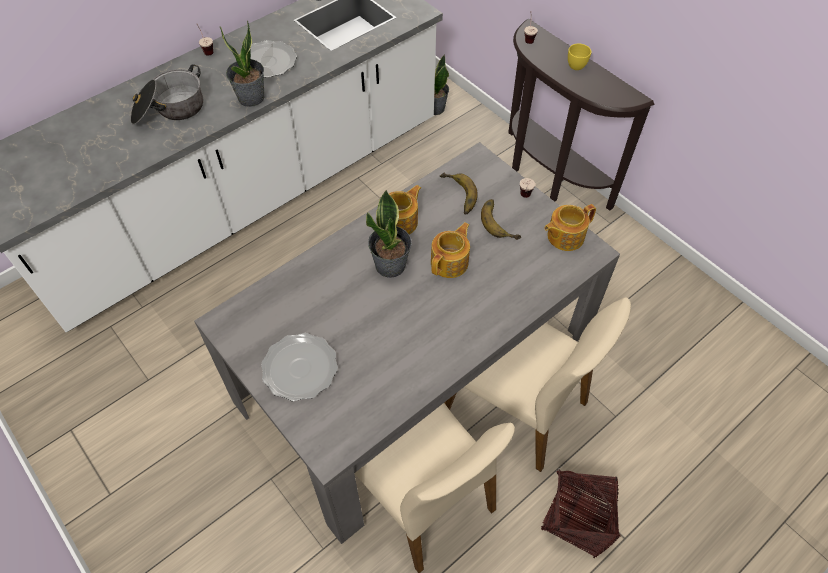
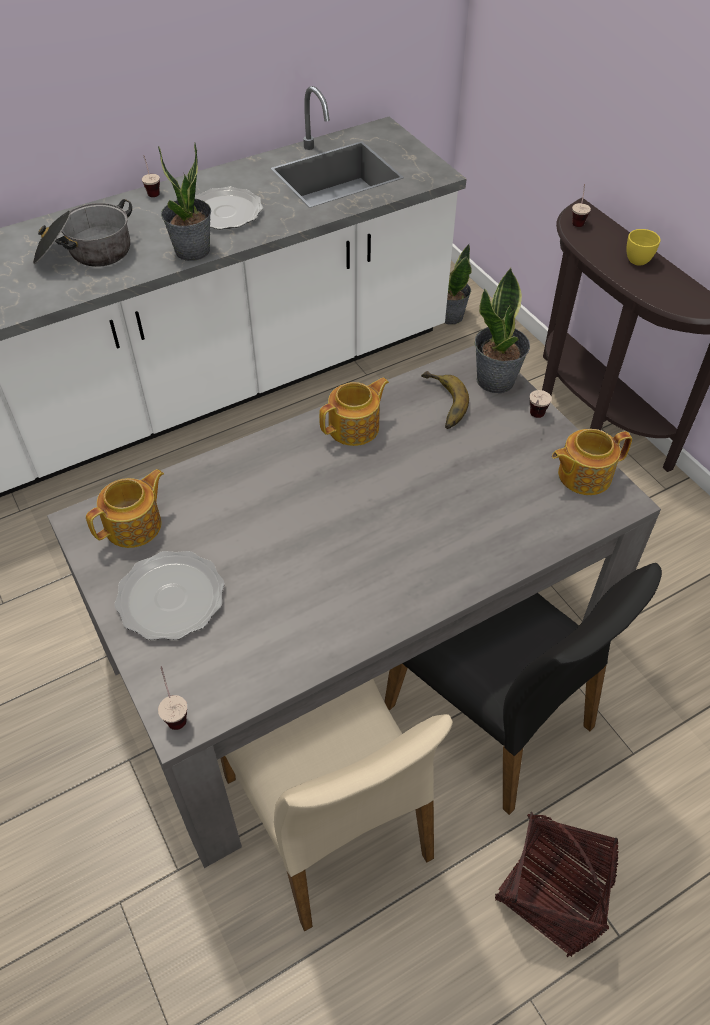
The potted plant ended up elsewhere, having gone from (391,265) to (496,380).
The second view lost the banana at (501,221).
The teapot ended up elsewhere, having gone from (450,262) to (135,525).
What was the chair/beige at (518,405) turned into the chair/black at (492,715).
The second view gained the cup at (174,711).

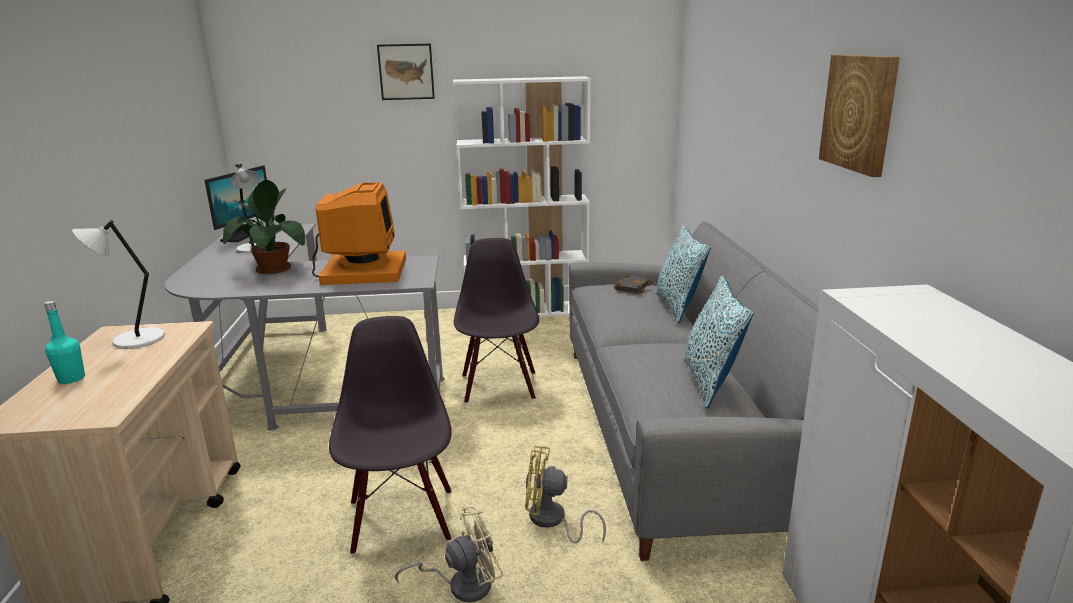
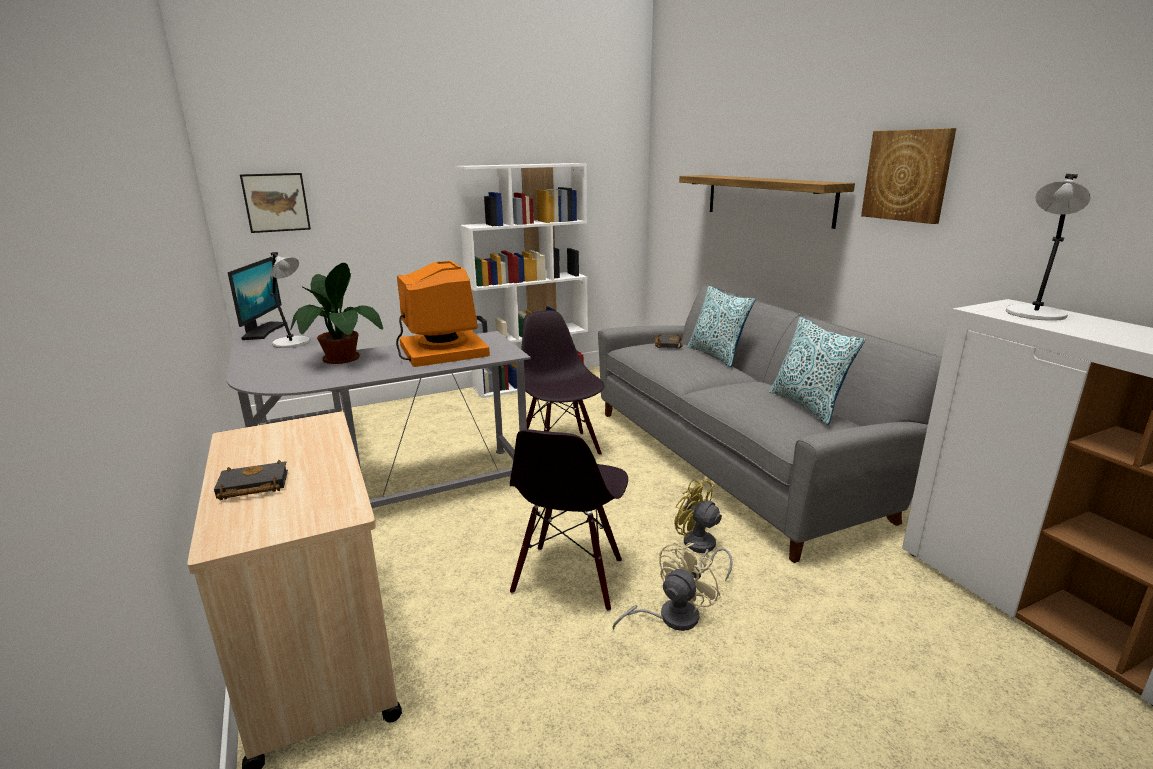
The picture ended up elsewhere, having gone from (406,72) to (276,202).
The table lamp/white ended up elsewhere, having gone from (135,340) to (1035,315).
Where the bottle/turquoise stood at (71,379), the book/black came to stand at (251,487).
The chair/black at (401,520) ended up facing another way, 135 degrees counterclockwise from before.
The fan/yellow at (552,521) ended up facing another way, 60 degrees clockwise from before.
The second view gained the shelf at (767,198).

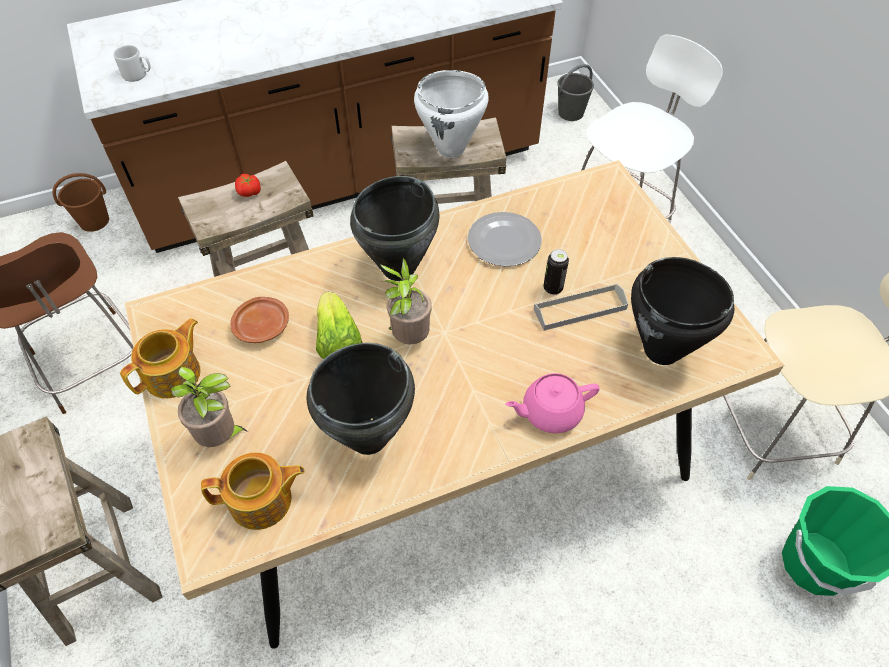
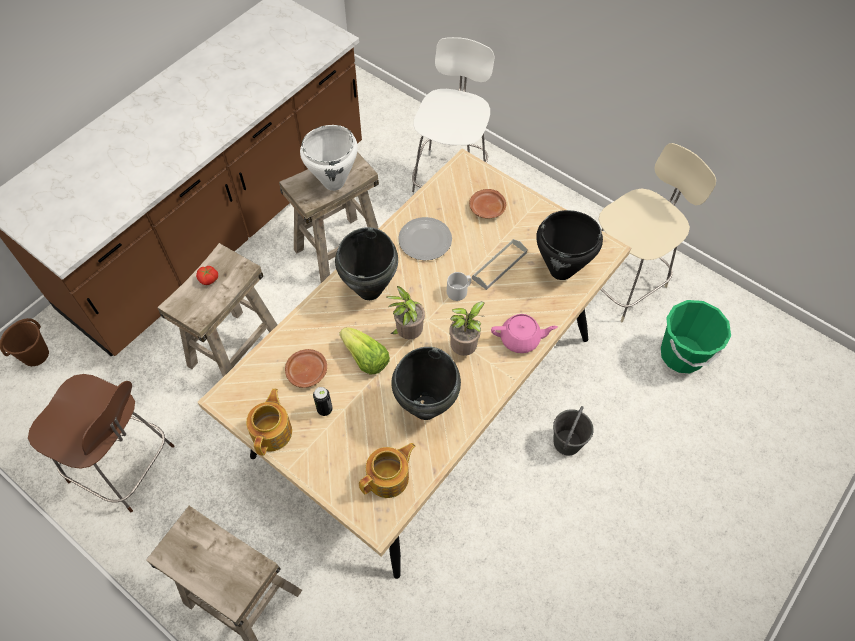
The mug/grey ended up elsewhere, having gone from (138,75) to (459,291).
The bucket/grey ended up elsewhere, having gone from (570,113) to (567,443).
The can ended up elsewhere, having gone from (553,288) to (324,409).
The potted plant ended up elsewhere, having gone from (221,437) to (465,348).
The teapot/pink at (550,412) ended up facing another way, 135 degrees counterclockwise from before.
The second view gained the plate/brown at (487,209).

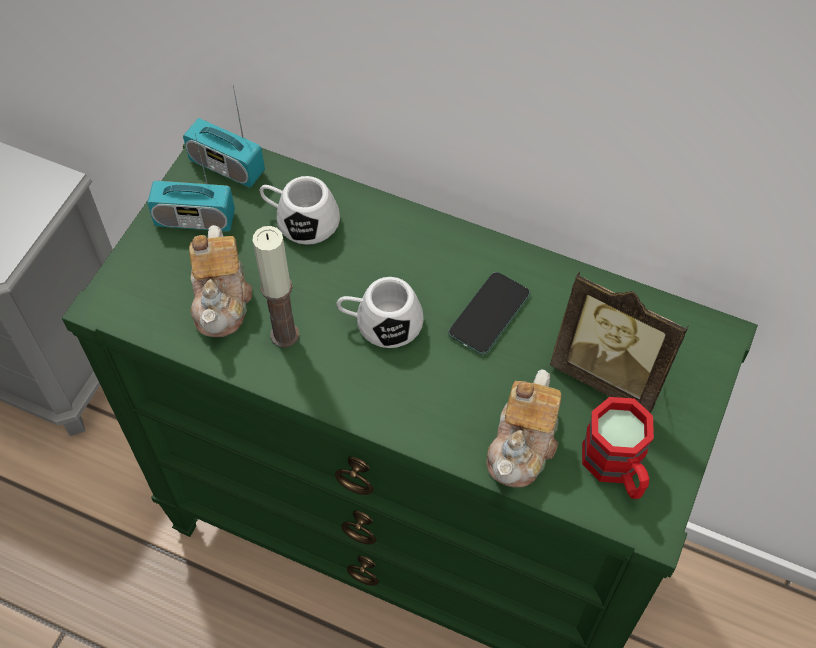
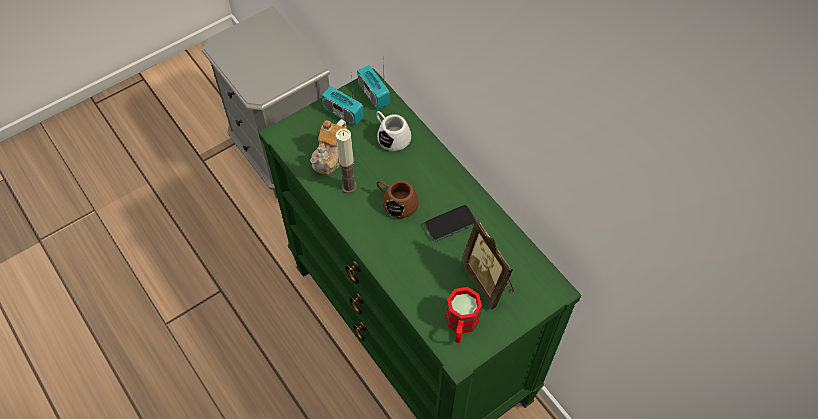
What was the mug/white at (380,322) turned into the mug/brown at (396,202).
The second view lost the teapot at (523,446).

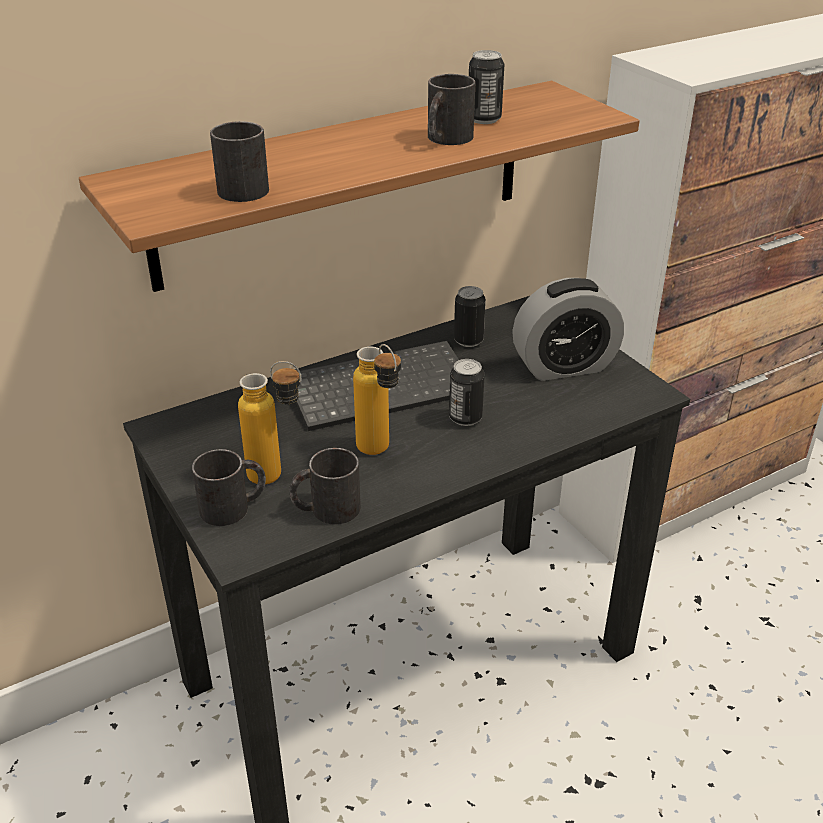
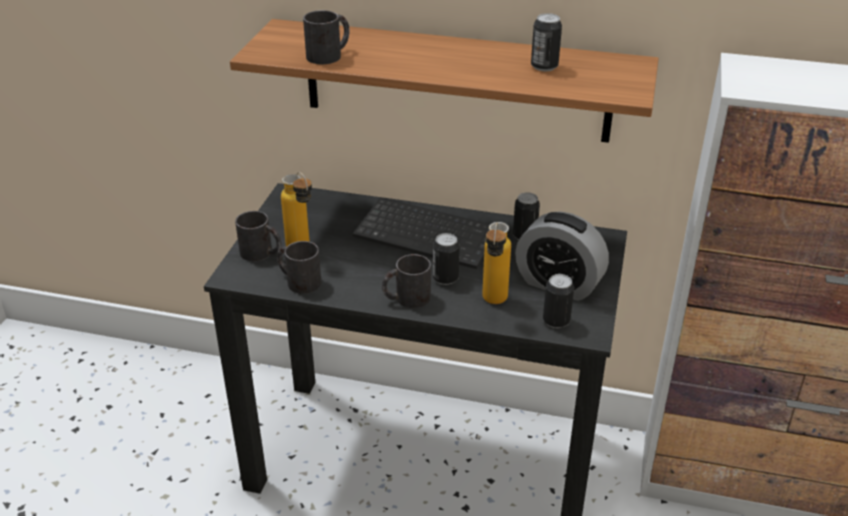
The mug/black ended up elsewhere, having gone from (445,140) to (406,298).
The bottle ended up elsewhere, having gone from (380,453) to (493,304).
The second view gained the can at (556,321).

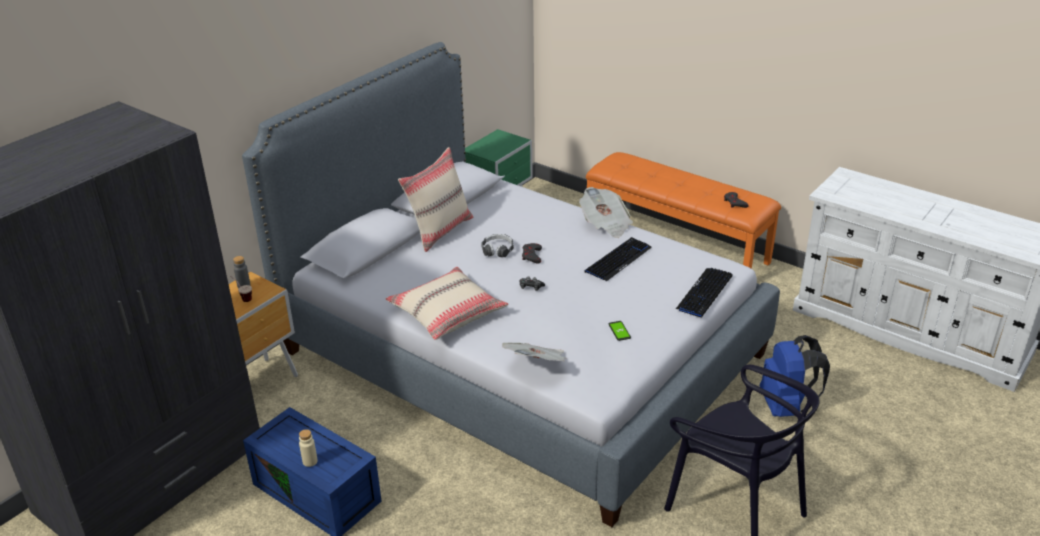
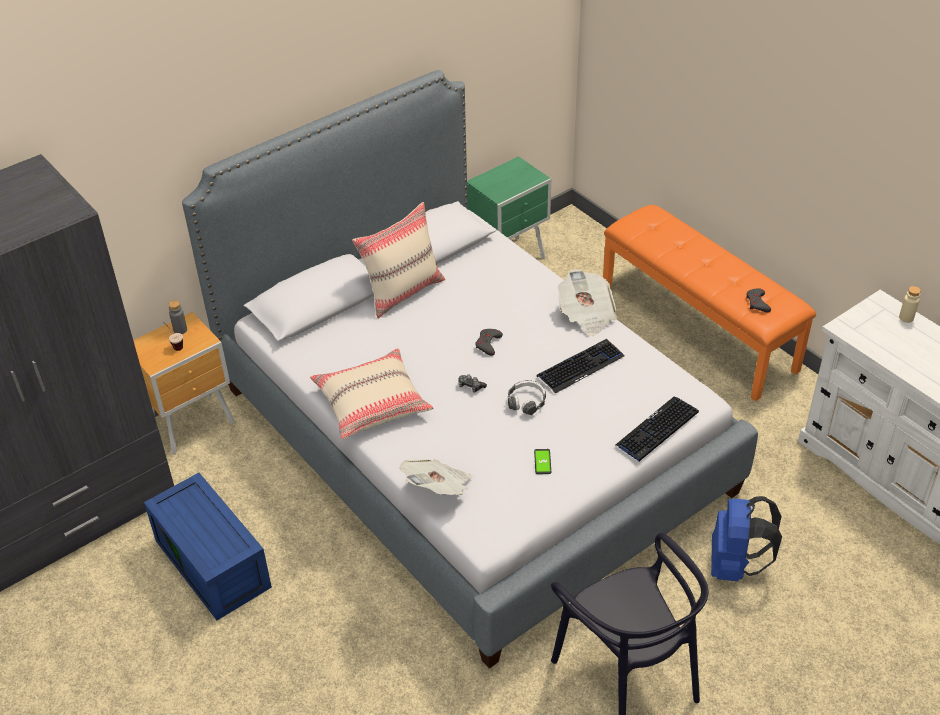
The headphones ended up elsewhere, having gone from (497,250) to (526,401).
The bottle/beige ended up elsewhere, having gone from (310,461) to (906,318).

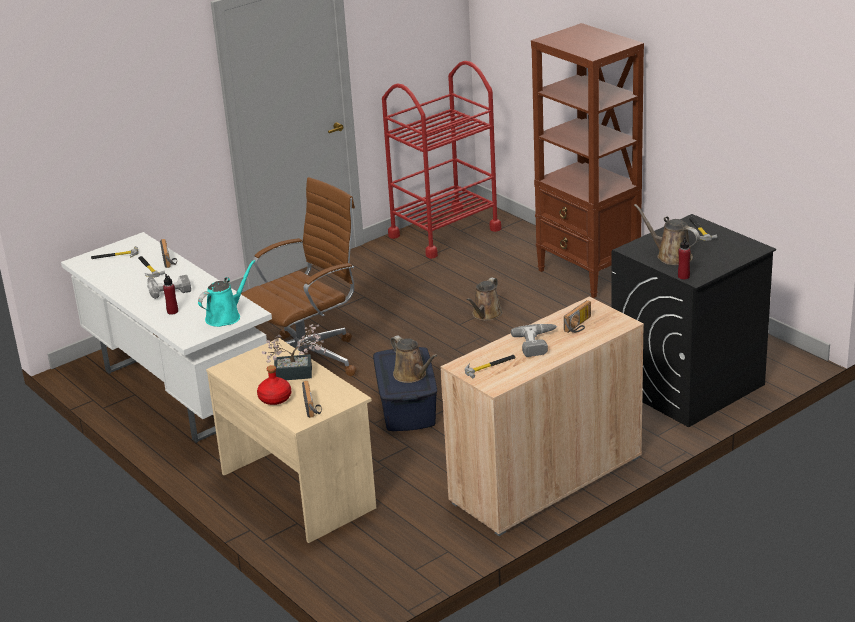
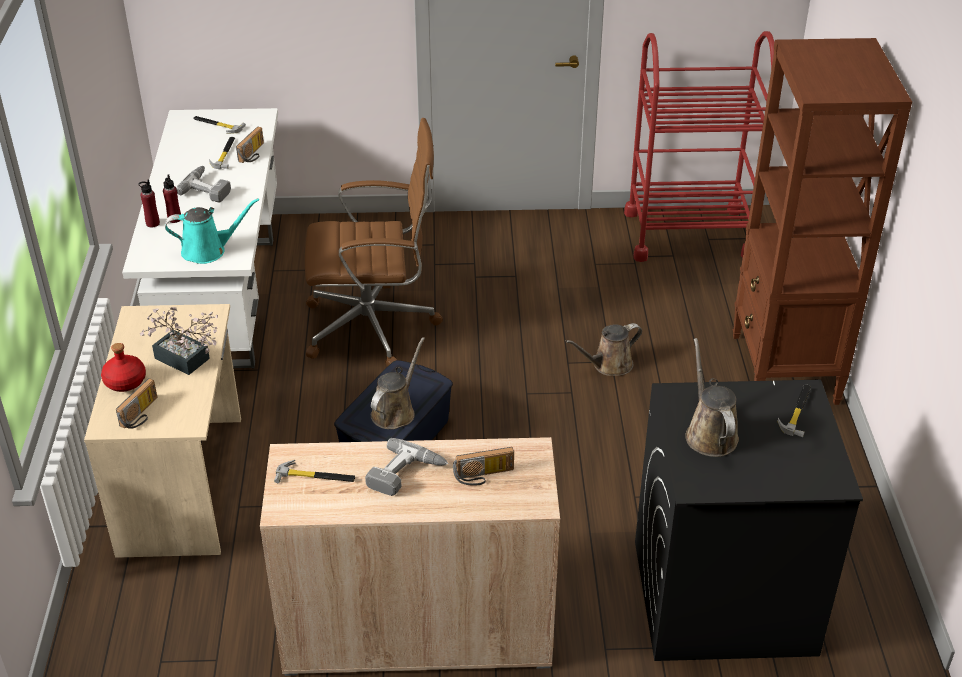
The bottle/red ended up elsewhere, having gone from (683,276) to (152,223).
The watering can/brown at (412,375) ended up facing another way, 150 degrees counterclockwise from before.

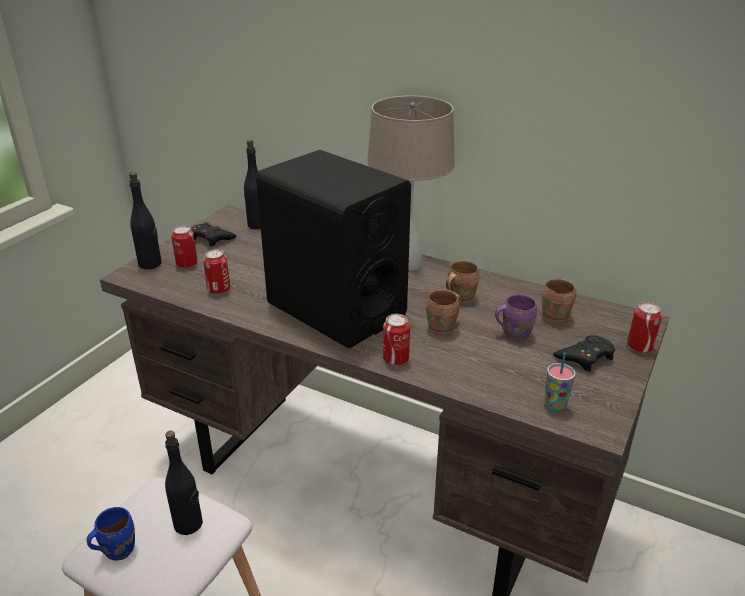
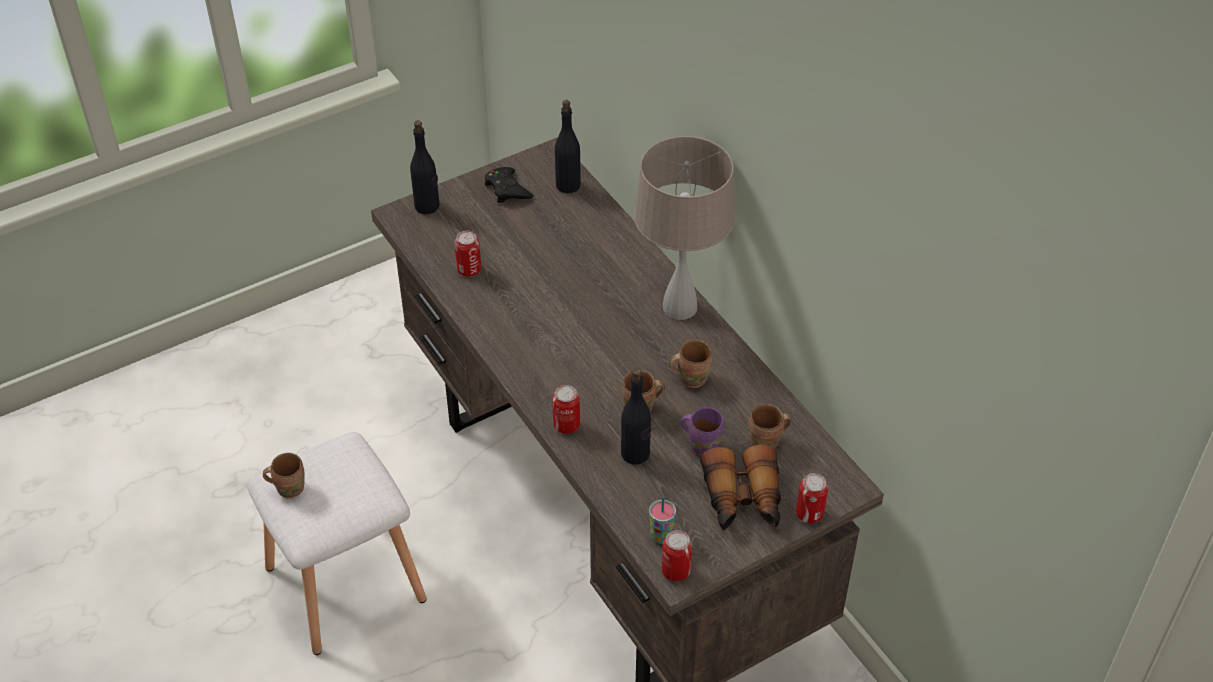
The second view lost the speaker/black at (335,309).
The can ended up elsewhere, having gone from (187,264) to (675,571).
Where the game controller/black stood at (585,357), the binoculars came to stand at (743,501).
The bottle/black ended up elsewhere, having gone from (188,524) to (635,454).
What was the mug/blue at (117,549) turned into the mug/brown at (289,487).

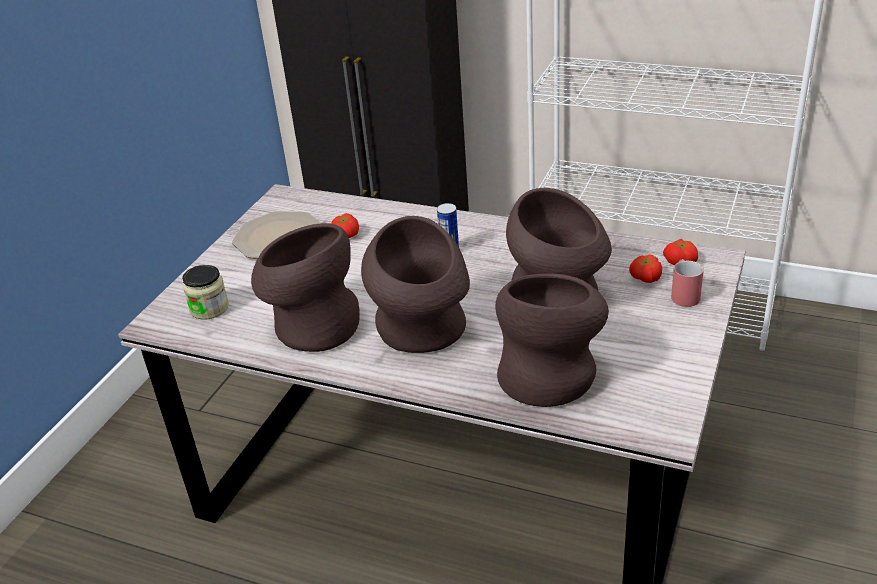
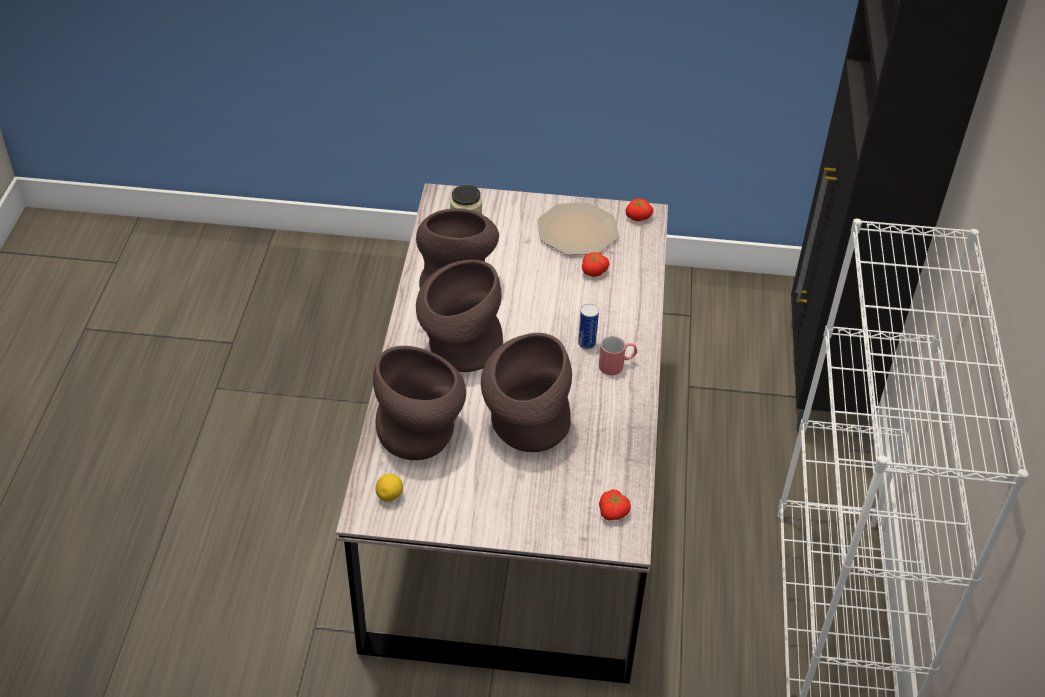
The tomato ended up elsewhere, having gone from (645,278) to (638,216).
The mug/red ended up elsewhere, having gone from (683,294) to (617,365).
The second view gained the lemon at (390,496).

